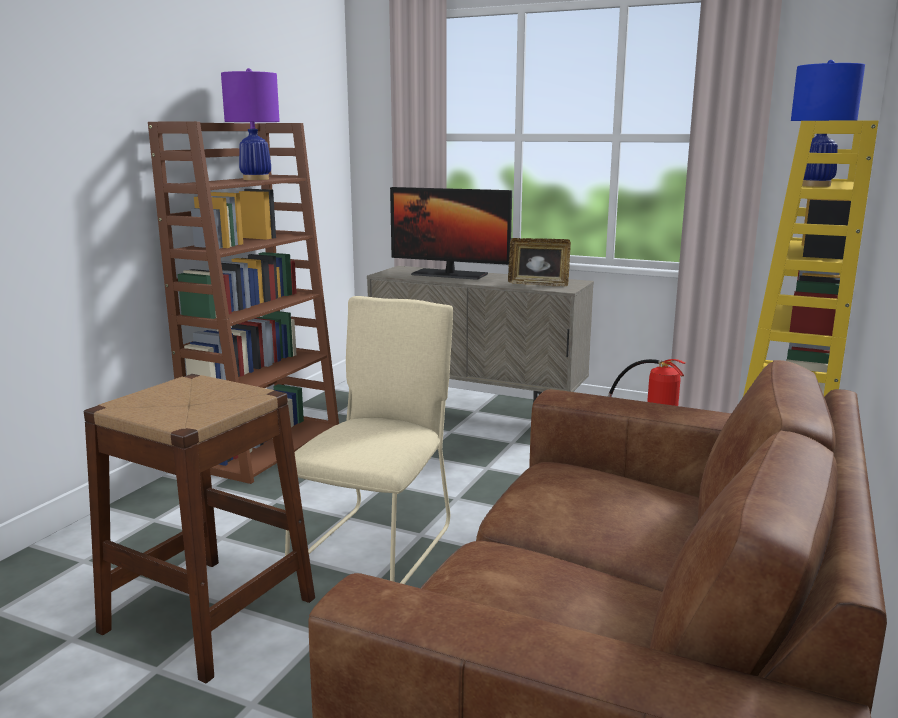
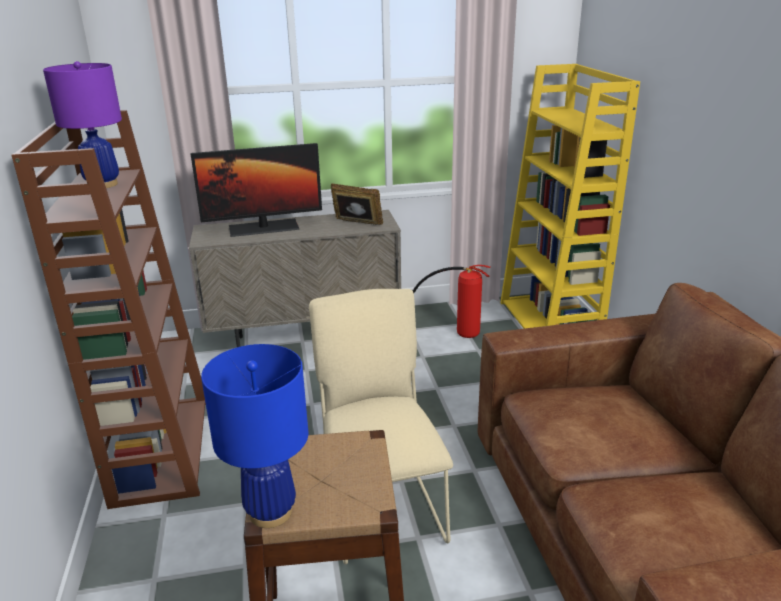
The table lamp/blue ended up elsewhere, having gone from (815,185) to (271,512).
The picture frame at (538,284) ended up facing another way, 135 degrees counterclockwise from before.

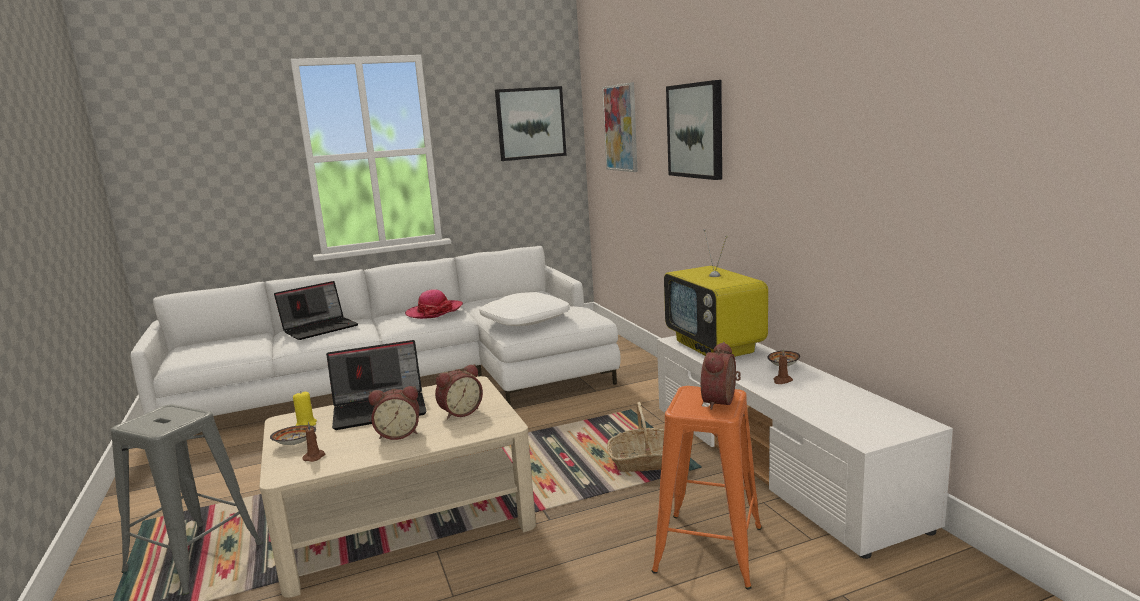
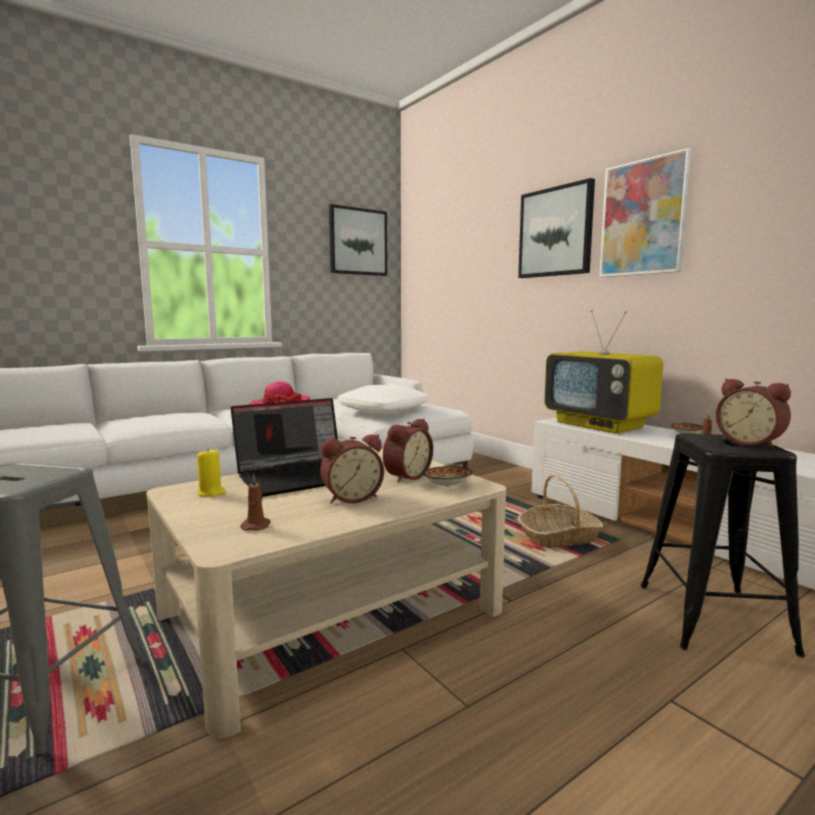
The picture ended up elsewhere, having gone from (621,128) to (642,218).
The second view lost the laptop at (320,328).
The alarm clock at (722,402) ended up facing another way, 45 degrees counterclockwise from before.
What was the stool/orange at (709,548) turned into the stool/black at (712,617).
The bowl ended up elsewhere, having gone from (295,444) to (449,486).

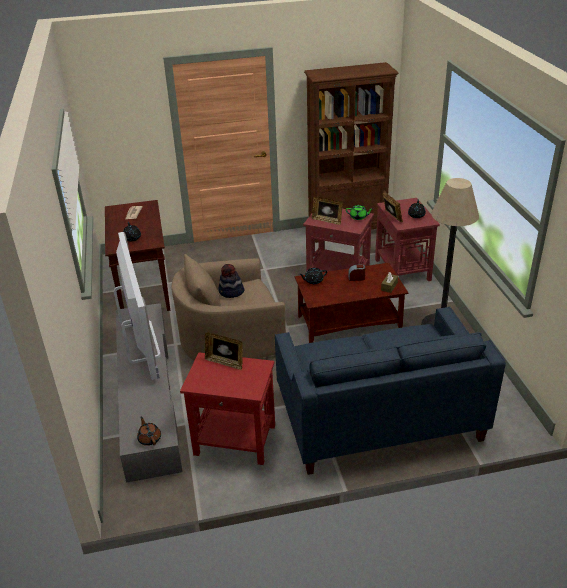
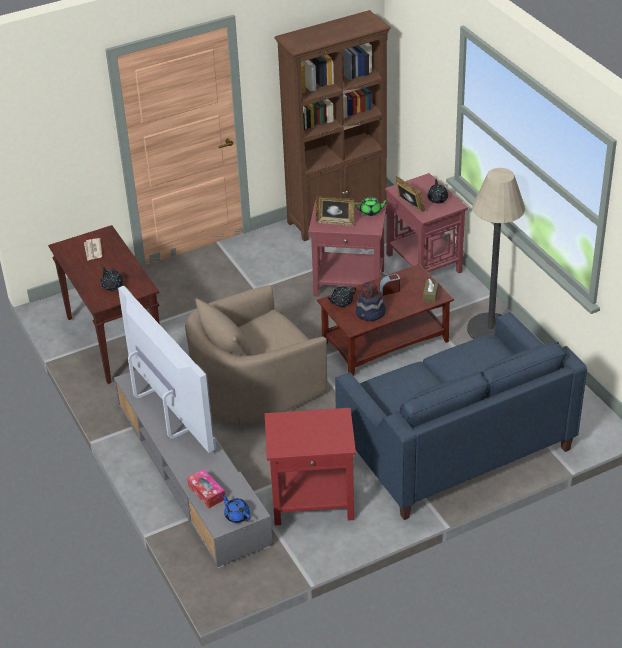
The hat ended up elsewhere, having gone from (231,292) to (370,313).
The second view lost the picture frame at (225,362).
What was the teapot/brown at (149,438) turned into the teapot/blue at (237,515).
The second view gained the tissue box at (206,493).

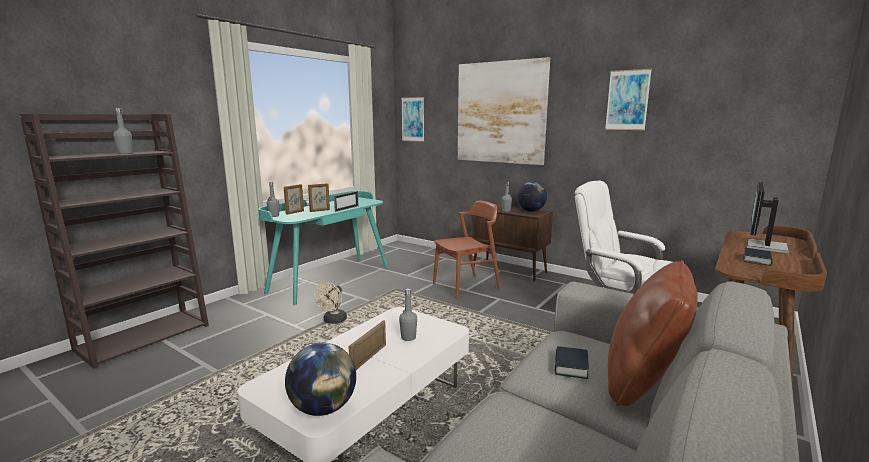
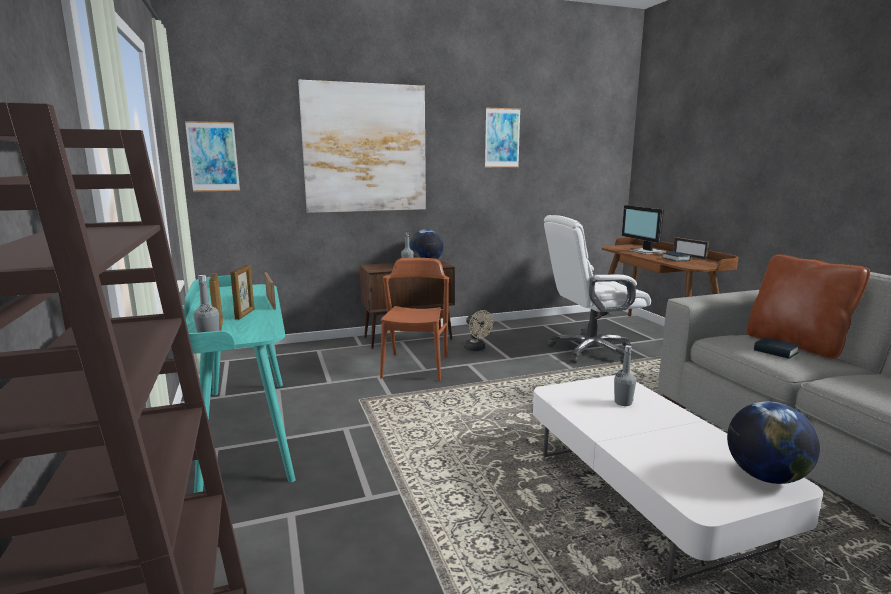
The second view lost the bottle/grey at (125,153).
The fan/beige ended up elsewhere, having gone from (333,321) to (476,349).
The picture frame ended up elsewhere, having gone from (369,358) to (689,256).

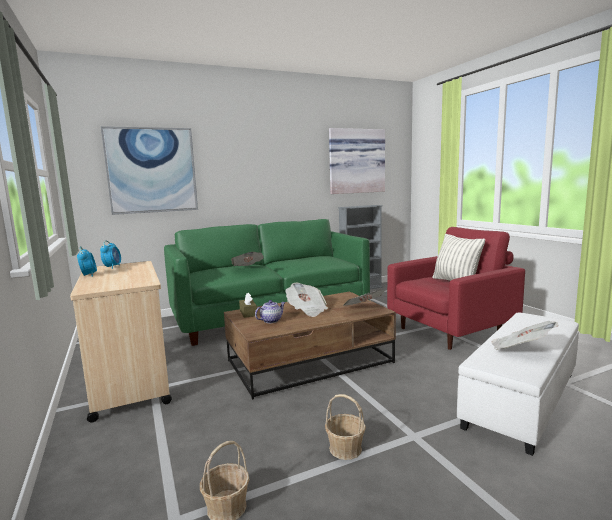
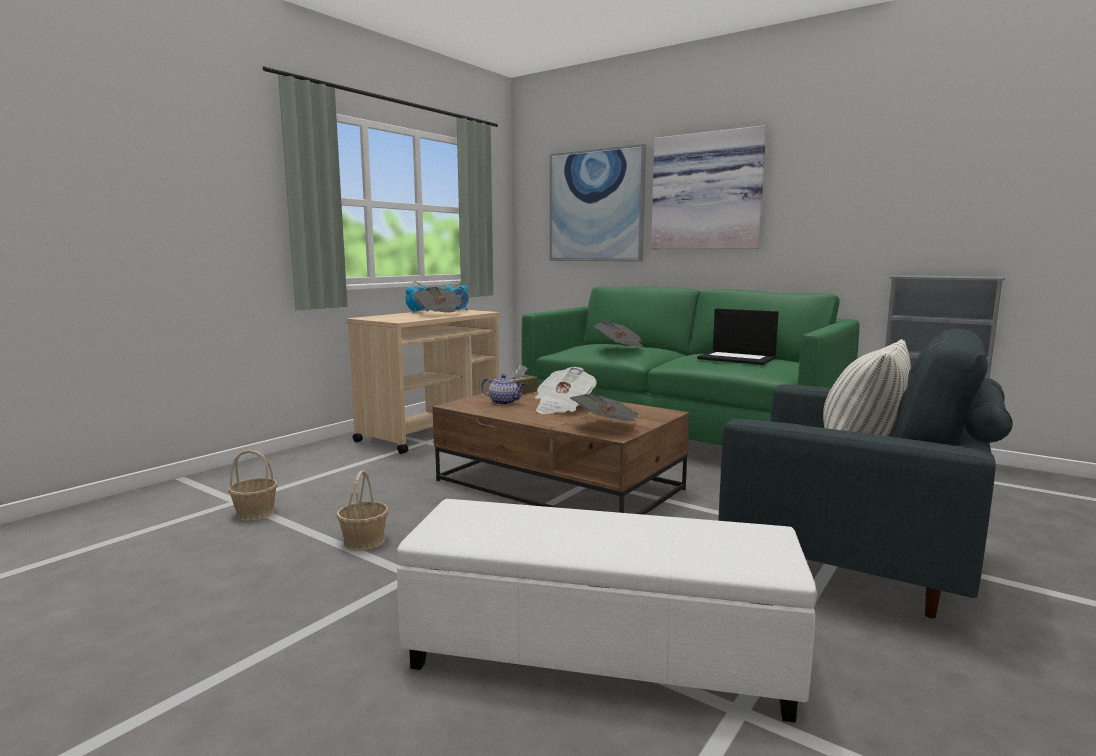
The picture ended up elsewhere, having gone from (356,161) to (707,192).
What was the armchair/red at (452,330) turned into the armchair/grey at (850,562).
The newspaper ended up elsewhere, having gone from (520,350) to (439,314).
The second view gained the laptop at (737,358).

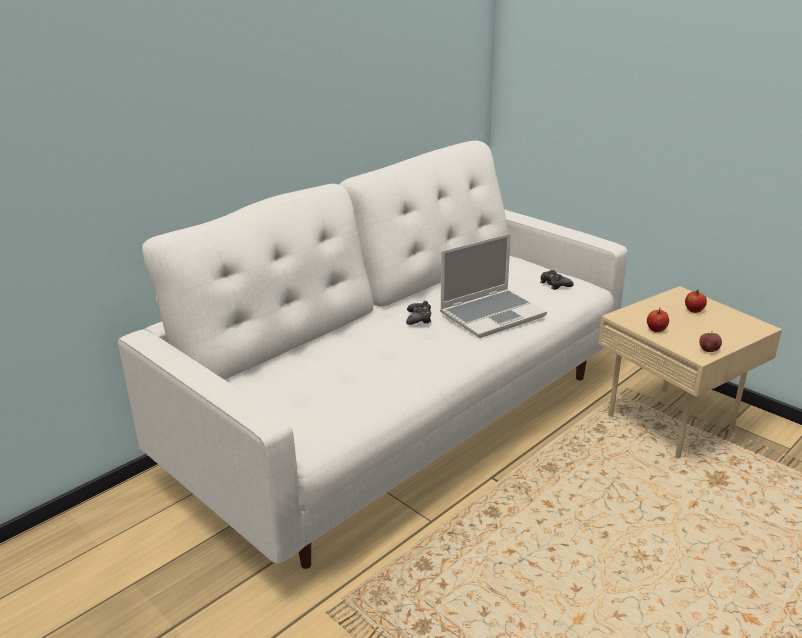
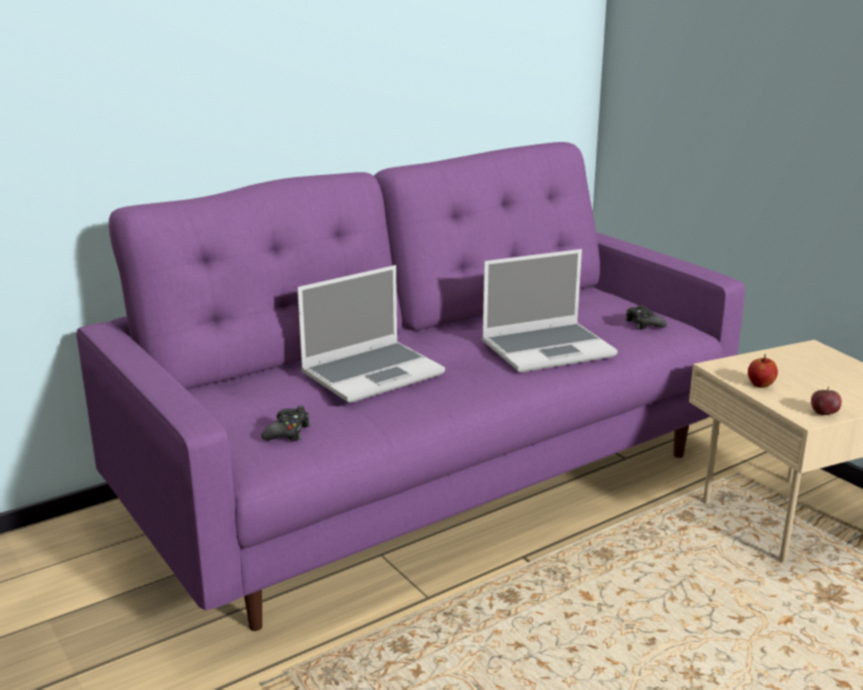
What was the sofa/white at (403,422) turned into the sofa/purple at (432,481).
The second view lost the apple at (694,310).
The game controller/black ended up elsewhere, having gone from (419,318) to (287,432).
The second view gained the laptop at (373,373).

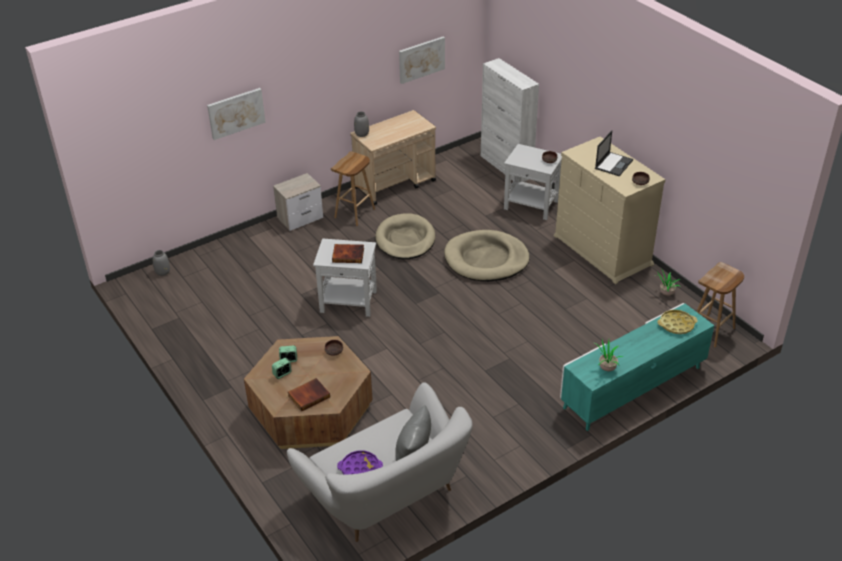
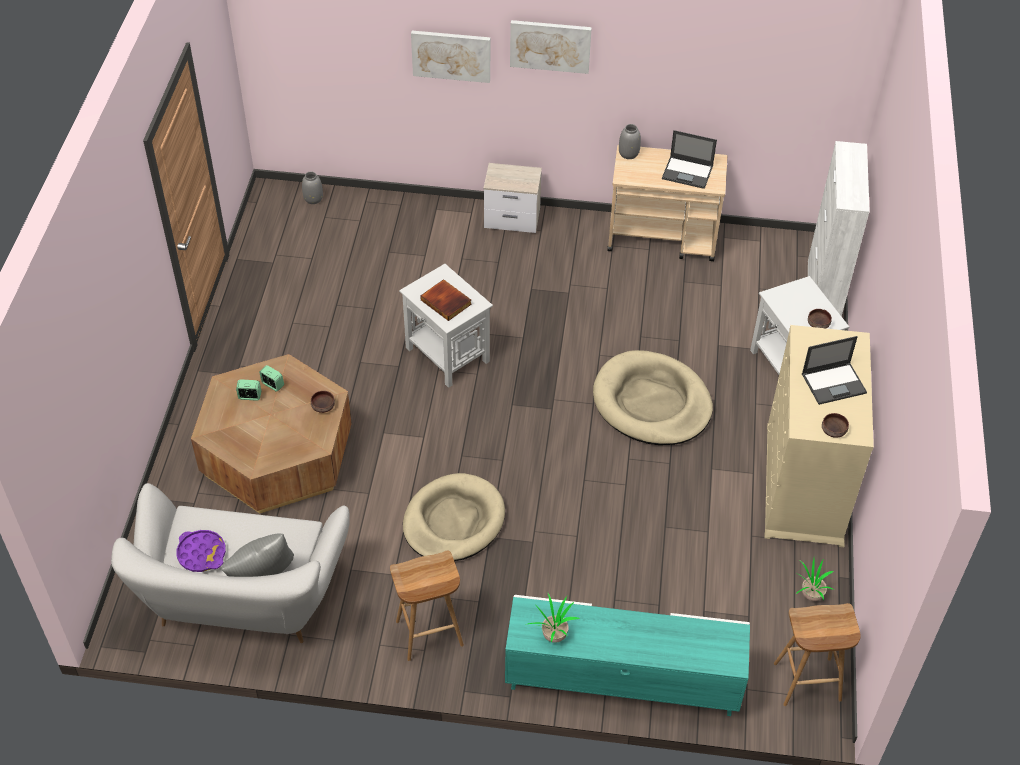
The picture ended up elsewhere, having gone from (421,59) to (550,45).
The stool/brown ended up elsewhere, having gone from (355,213) to (428,634).
The dog bed/beige ended up elsewhere, having gone from (405,239) to (453,521).
The second view lost the tray/yellow at (676,324).
The second view lost the book at (309,395).
The second view gained the laptop at (688,172).

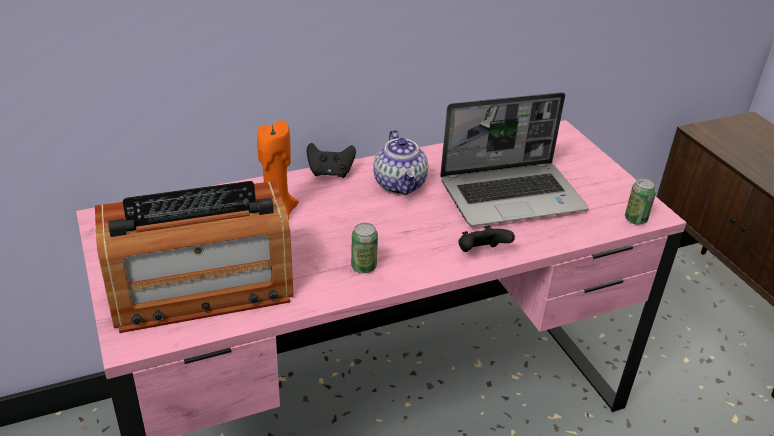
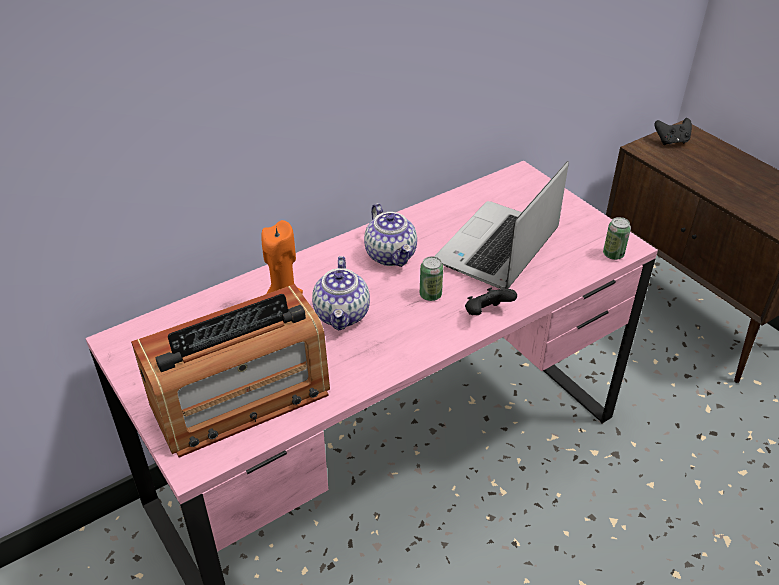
The laptop at (512,195) ended up facing another way, 150 degrees clockwise from before.
The game controller/black ended up elsewhere, having gone from (330,173) to (671,141).
The can ended up elsewhere, having gone from (363,267) to (430,295).
The second view gained the teapot at (342,315).

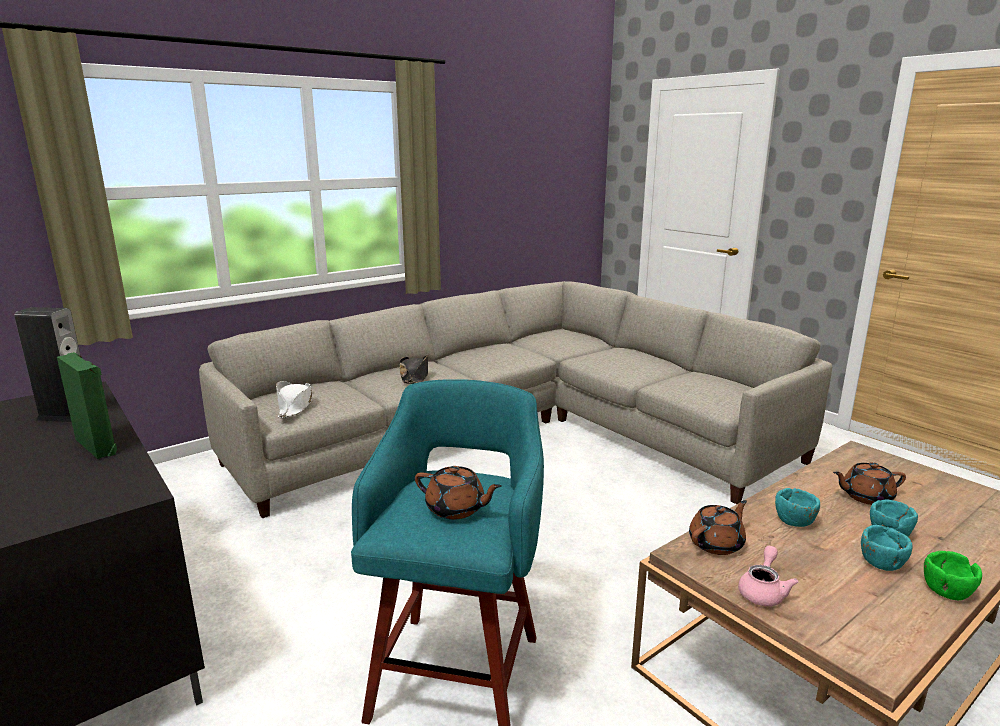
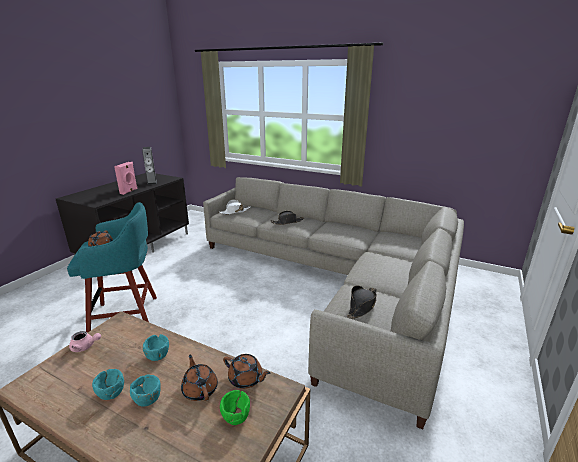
What was the speaker/green at (98,446) turned into the speaker/pink at (129,191).
The teapot/brown ended up elsewhere, having gone from (717,543) to (246,379).
The bowl/green ended up elsewhere, having gone from (946,591) to (236,416).
The second view gained the hat/black at (362,306).

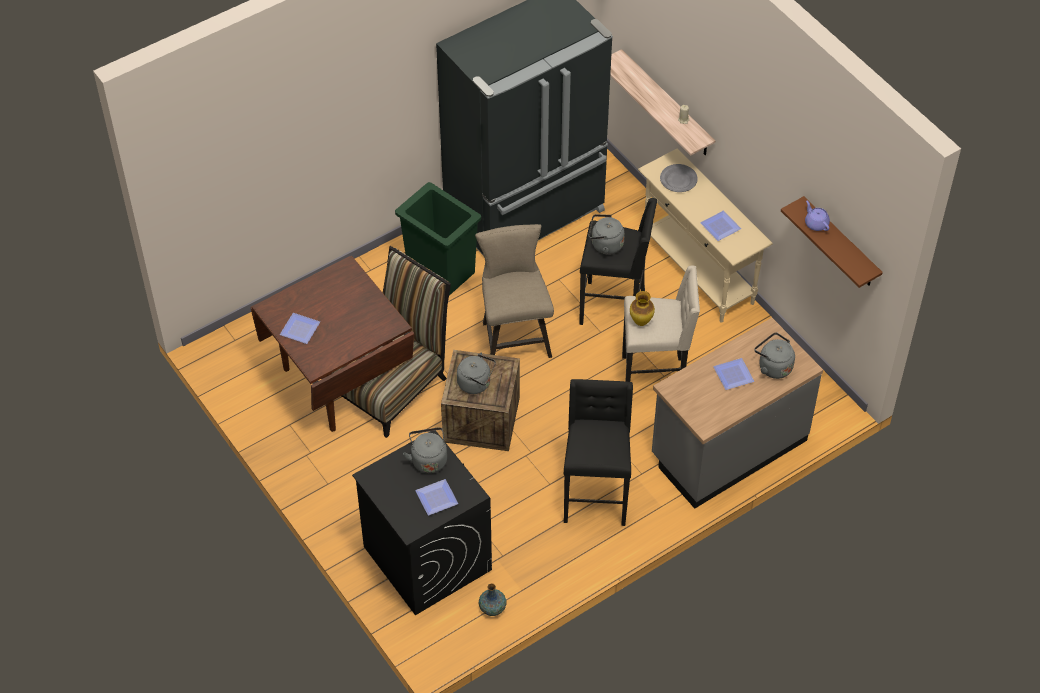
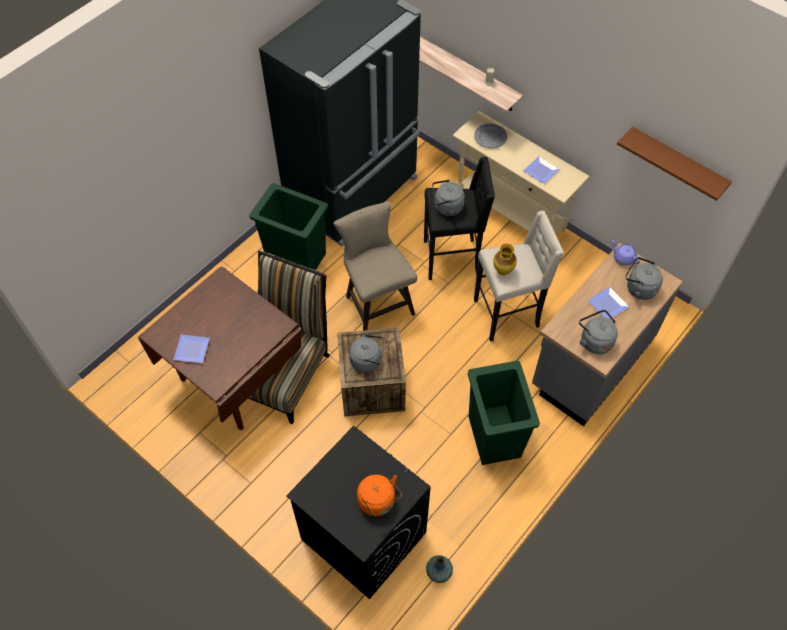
The teapot/purple ended up elsewhere, having gone from (816,223) to (623,258).
Where the stool/black stood at (595,496), the trash can/green came to stand at (494,436).
The kettle/grey ended up elsewhere, having gone from (428,459) to (594,340).
Where the plate stood at (436,499), the kettle/orange came to stand at (378,502).

